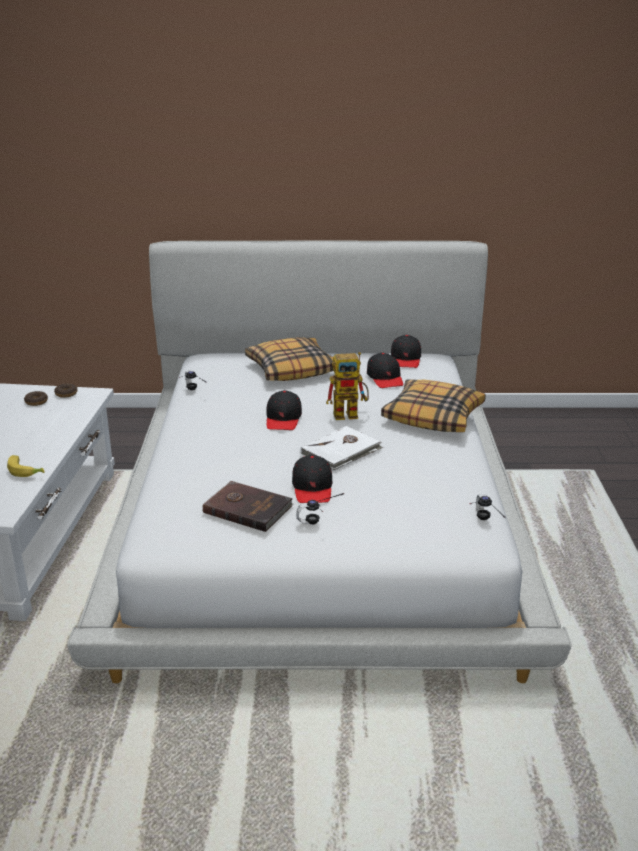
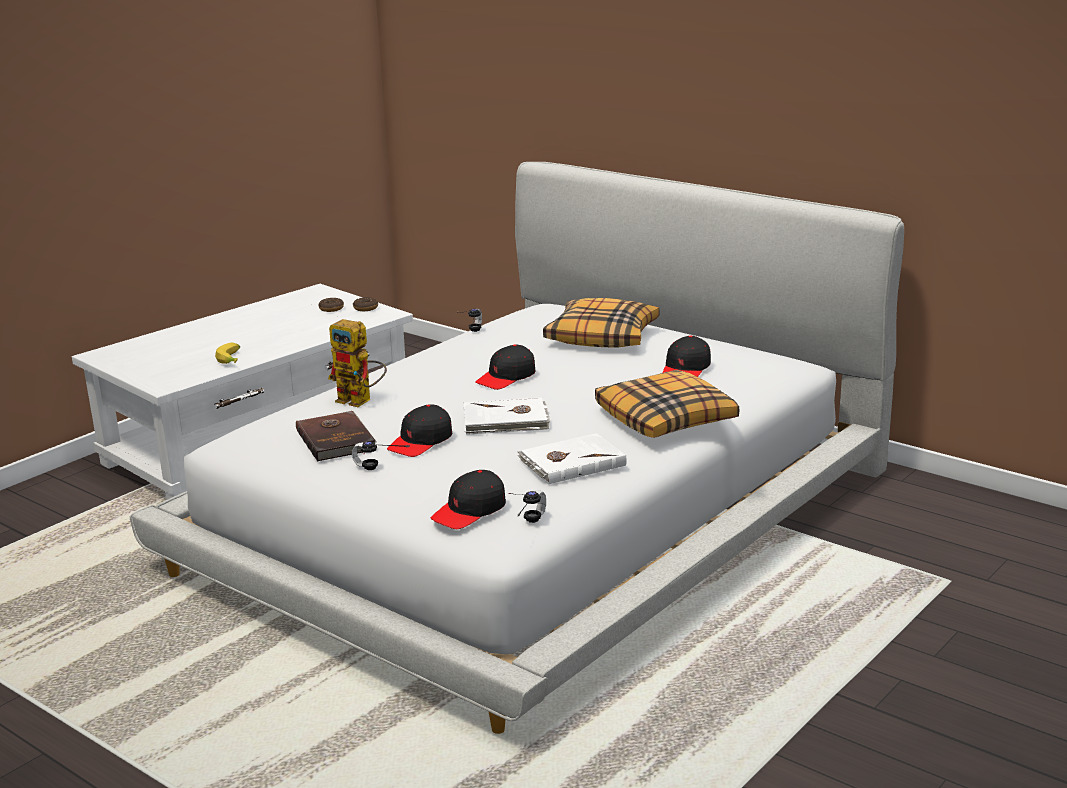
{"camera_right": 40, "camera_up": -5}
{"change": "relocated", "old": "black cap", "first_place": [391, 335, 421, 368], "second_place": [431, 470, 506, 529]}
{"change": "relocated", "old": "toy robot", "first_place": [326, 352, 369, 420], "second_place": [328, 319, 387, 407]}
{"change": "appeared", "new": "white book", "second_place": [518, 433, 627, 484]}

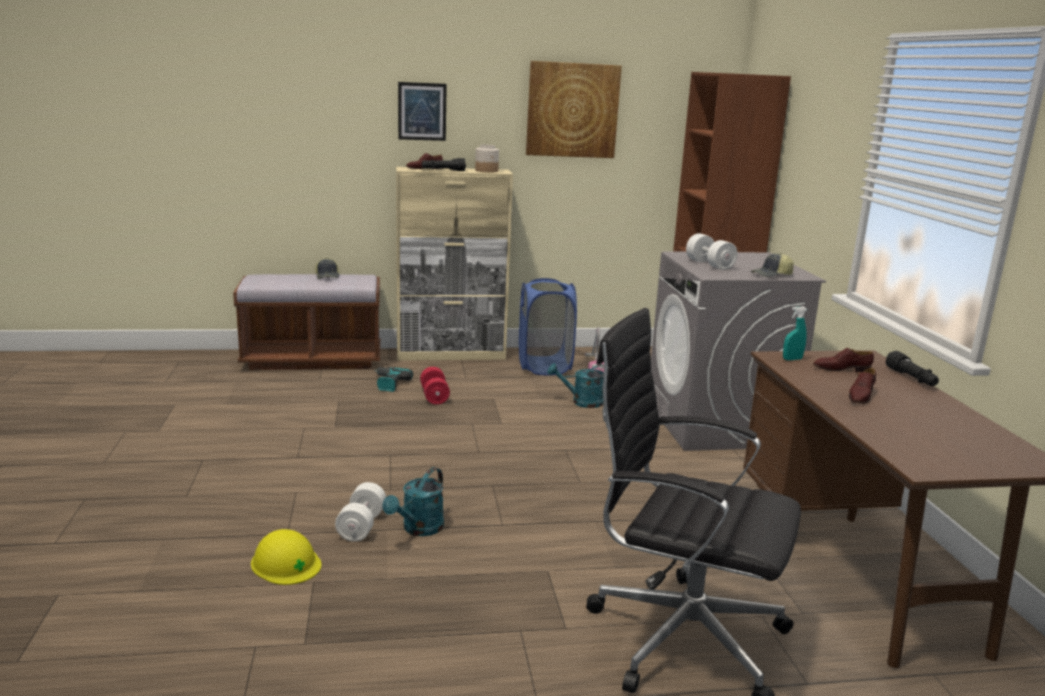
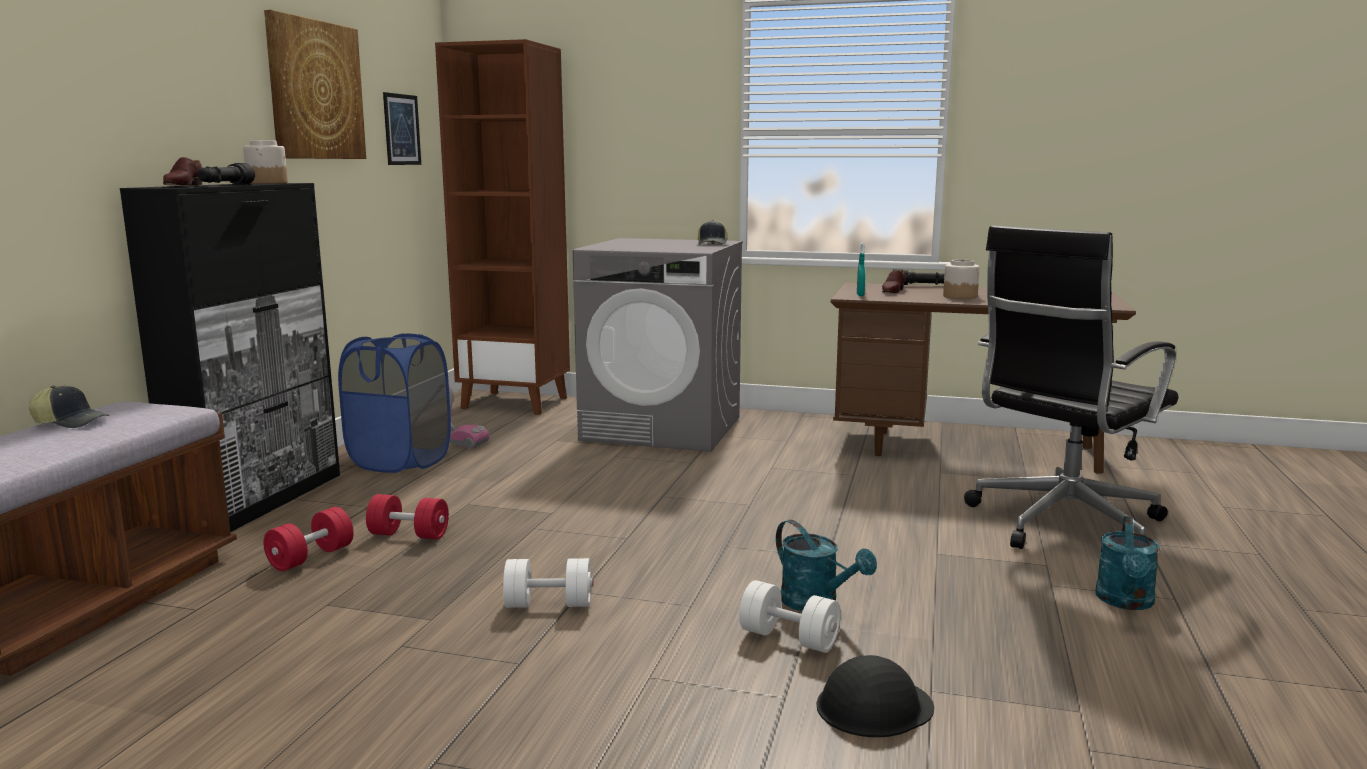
{"camera_right": -65, "camera_up": -5}
{"change": "relocated", "old": "picture", "first_place": [398, 82, 447, 141], "second_place": [383, 92, 421, 165]}
{"change": "colour", "old": "beige cabinet", "new": "black cabinet", "first_place": [396, 167, 513, 361], "second_place": [120, 183, 340, 532]}
{"change": "relocated", "old": "white dumbbell", "first_place": [686, 233, 738, 270], "second_place": [503, 558, 593, 608]}
{"change": "relocated", "old": "turquoise watering can", "first_place": [547, 363, 604, 408], "second_place": [1095, 516, 1160, 610]}
{"change": "exchanged", "old": "power drill", "new": "red dumbbell", "first_place": [374, 367, 413, 392], "second_place": [263, 507, 354, 571]}
{"change": "exchanged", "old": "brown shoe", "new": "jar", "first_place": [849, 368, 876, 404], "second_place": [943, 259, 980, 299]}
{"change": "colour", "old": "yellow hard hat", "new": "black hard hat", "first_place": [251, 529, 321, 585], "second_place": [817, 655, 934, 737]}

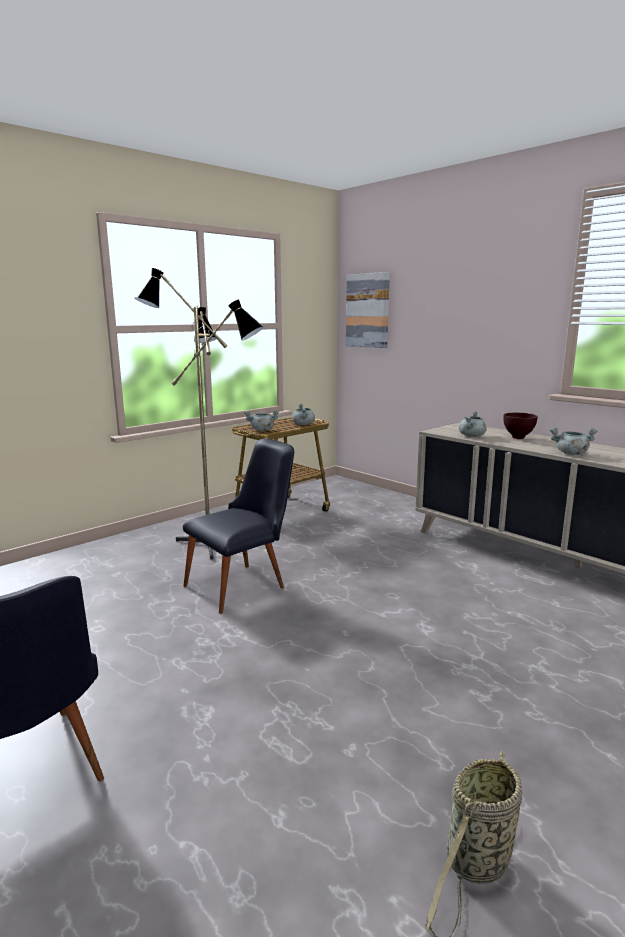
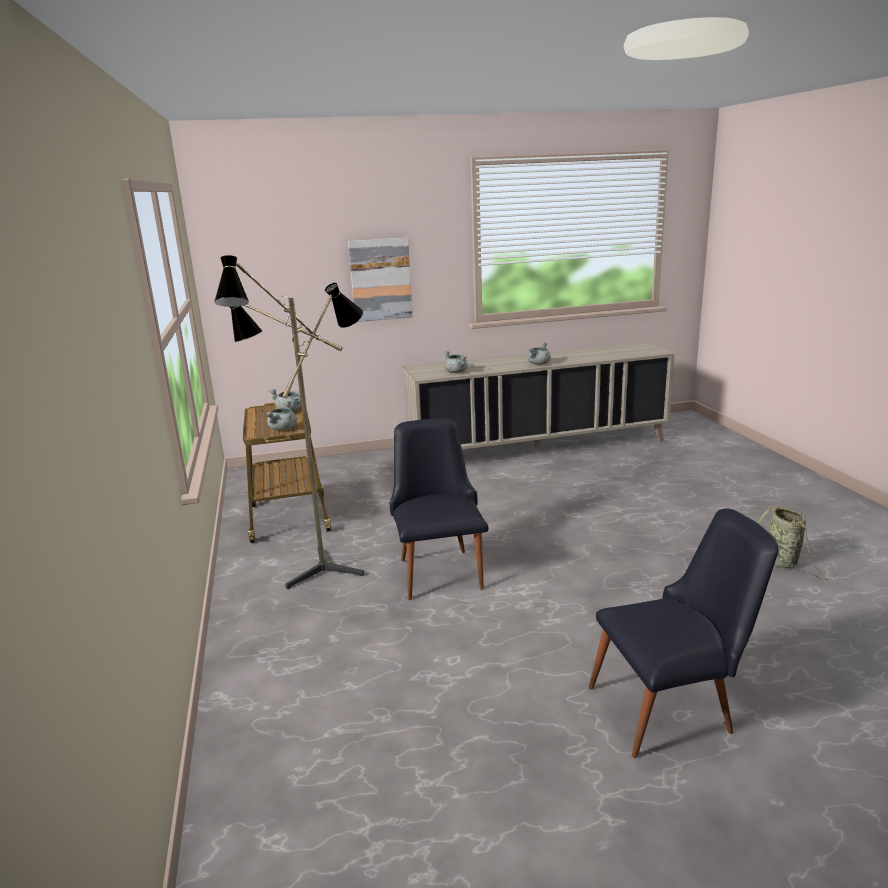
{"camera_right": -60, "camera_up": 5}
{"change": "relocated", "old": "picture", "first_place": [346, 272, 390, 348], "second_place": [348, 237, 413, 322]}
{"change": "missing", "old": "brown bowl", "first_place": [504, 413, 538, 439]}

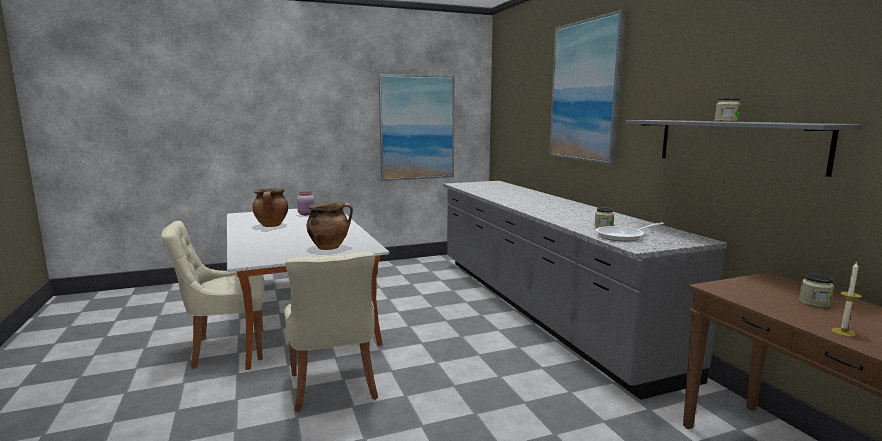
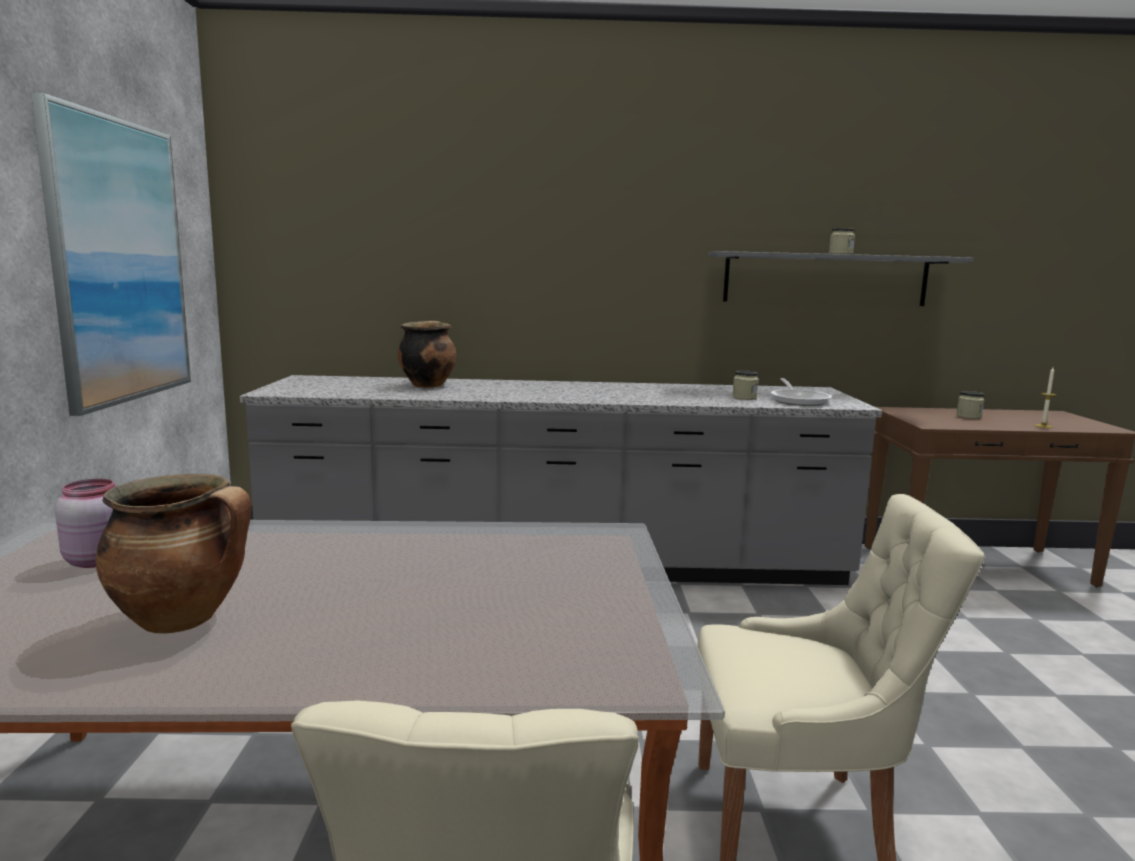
{"camera_right": -70, "camera_up": 0}
{"change": "missing", "old": "picture", "first_place": [549, 10, 626, 165]}
{"change": "relocated", "old": "cooking pot", "first_place": [307, 202, 353, 250], "second_place": [398, 321, 457, 388]}

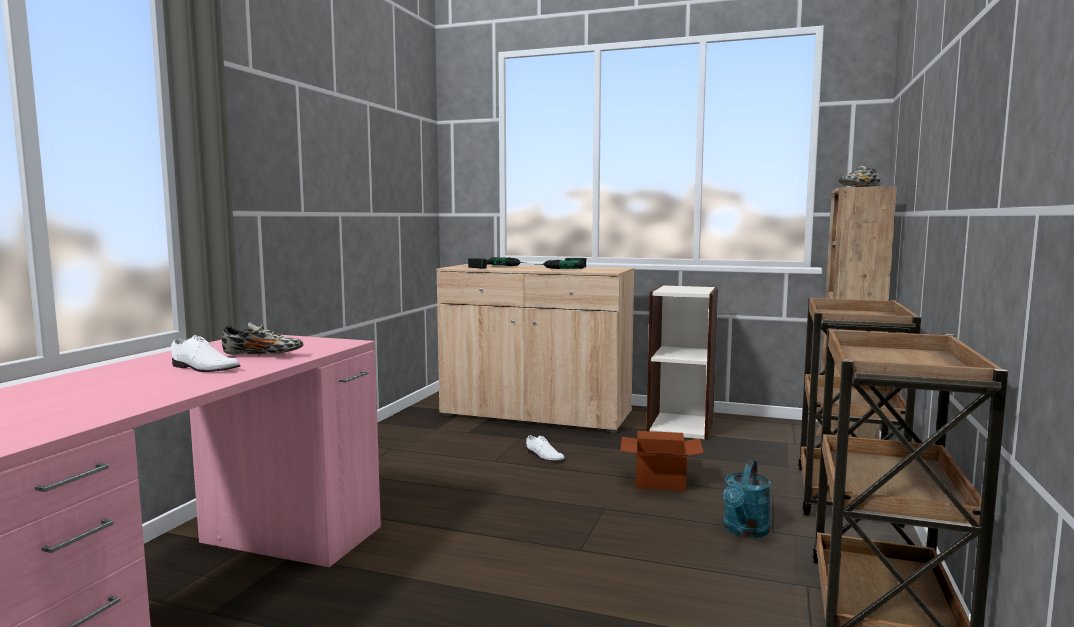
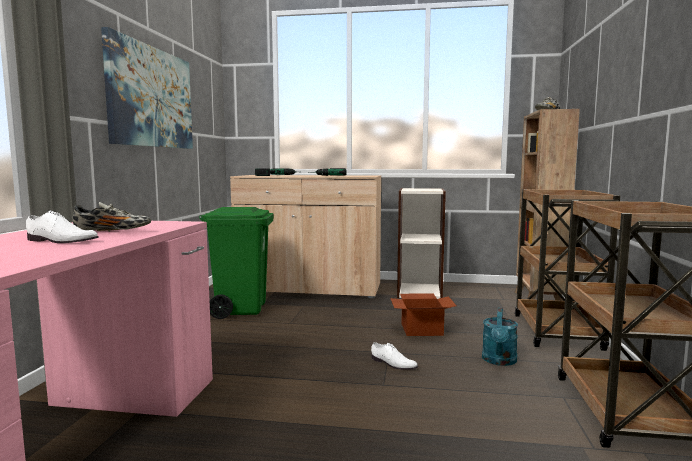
{"camera_right": -10, "camera_up": 0}
{"change": "relocated", "old": "white shoe", "first_place": [526, 435, 565, 462], "second_place": [371, 342, 418, 370]}
{"change": "appeared", "new": "picture", "second_place": [101, 27, 193, 149]}
{"change": "appeared", "new": "green trash can", "second_place": [199, 207, 273, 319]}

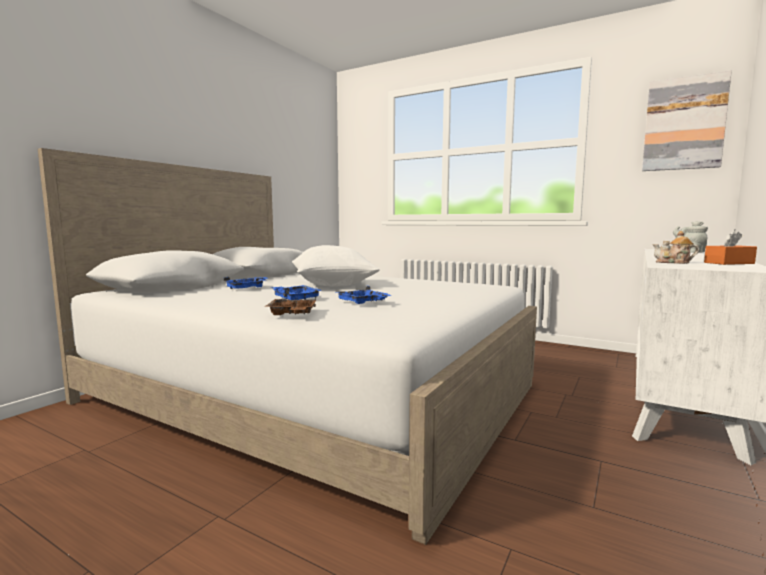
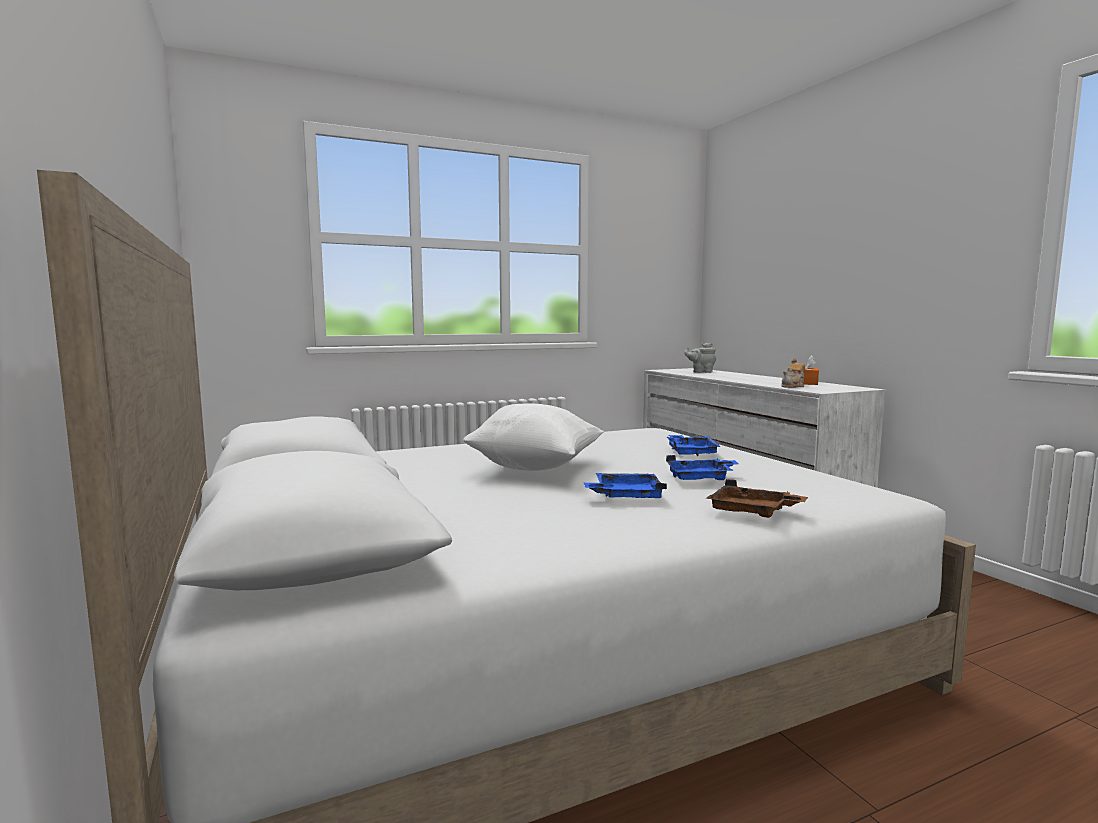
{"camera_right": -55, "camera_up": 0}
{"change": "missing", "old": "picture", "first_place": [642, 71, 732, 171]}
{"change": "relocated", "old": "blue tray", "first_place": [224, 277, 267, 289], "second_place": [667, 435, 721, 456]}

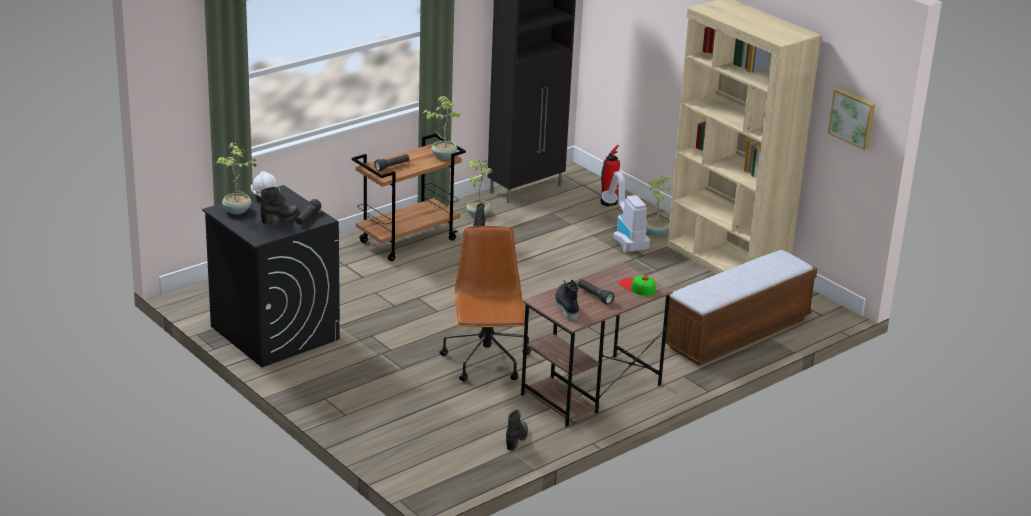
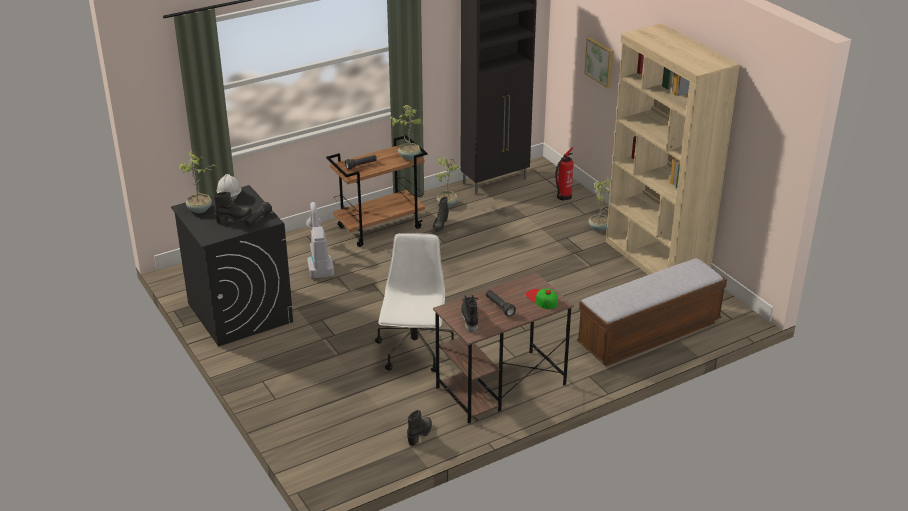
{"camera_right": 10, "camera_up": 5}
{"change": "relocated", "old": "picture", "first_place": [828, 88, 875, 150], "second_place": [584, 37, 614, 88]}
{"change": "relocated", "old": "vacuum cleaner", "first_place": [601, 171, 650, 252], "second_place": [306, 202, 334, 278]}
{"change": "colour", "old": "brown office chair", "new": "white office chair", "first_place": [439, 226, 531, 381], "second_place": [375, 233, 454, 372]}

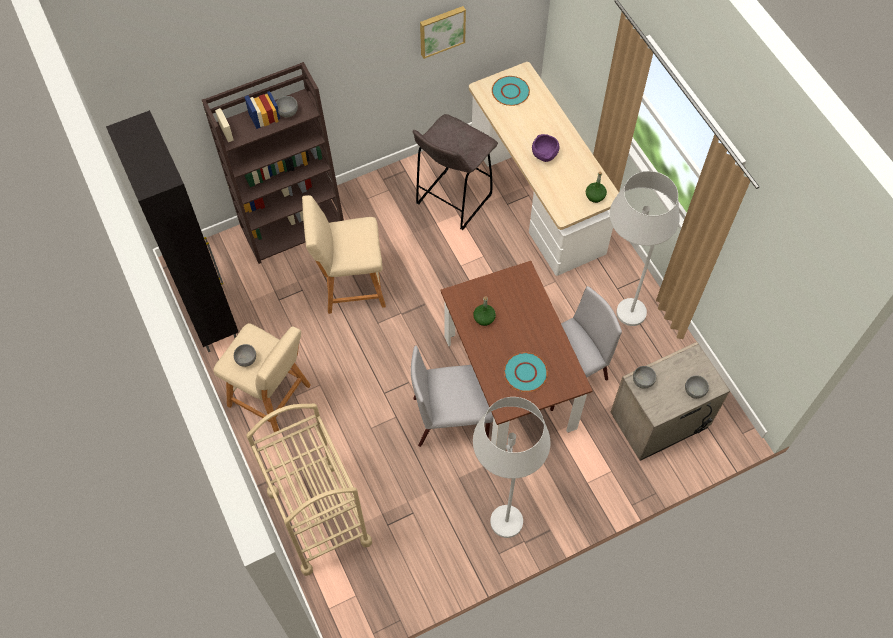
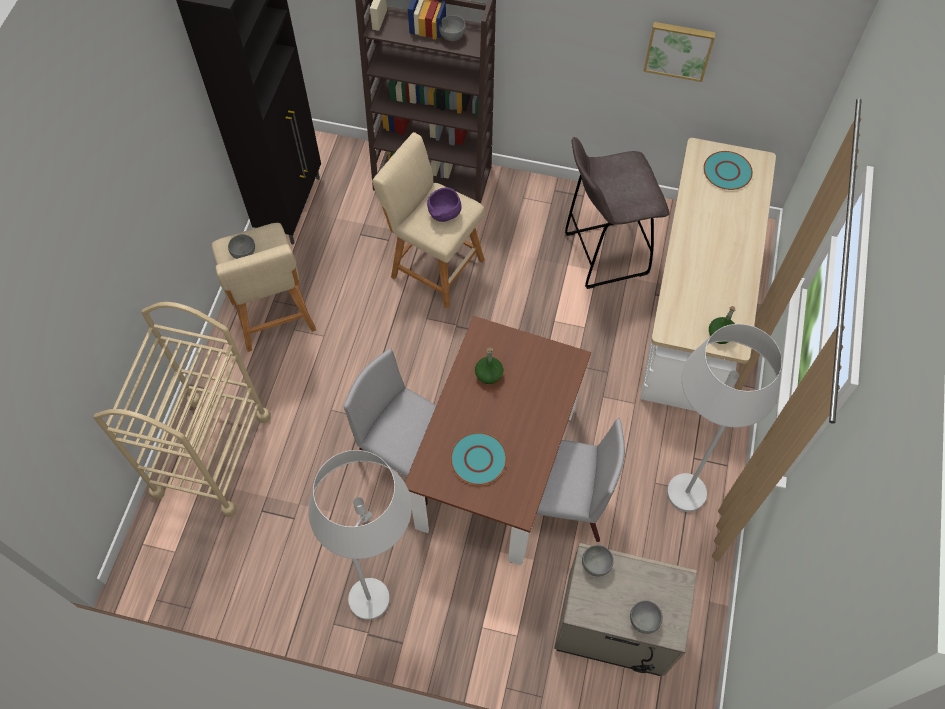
{"camera_right": 40, "camera_up": 0}
{"change": "relocated", "old": "purple bowl", "first_place": [532, 134, 560, 162], "second_place": [427, 187, 462, 222]}

